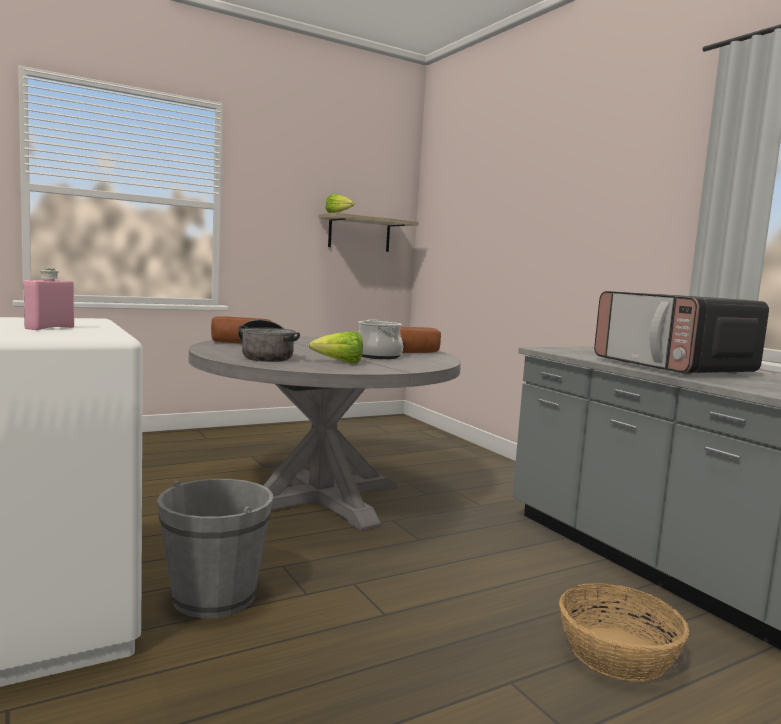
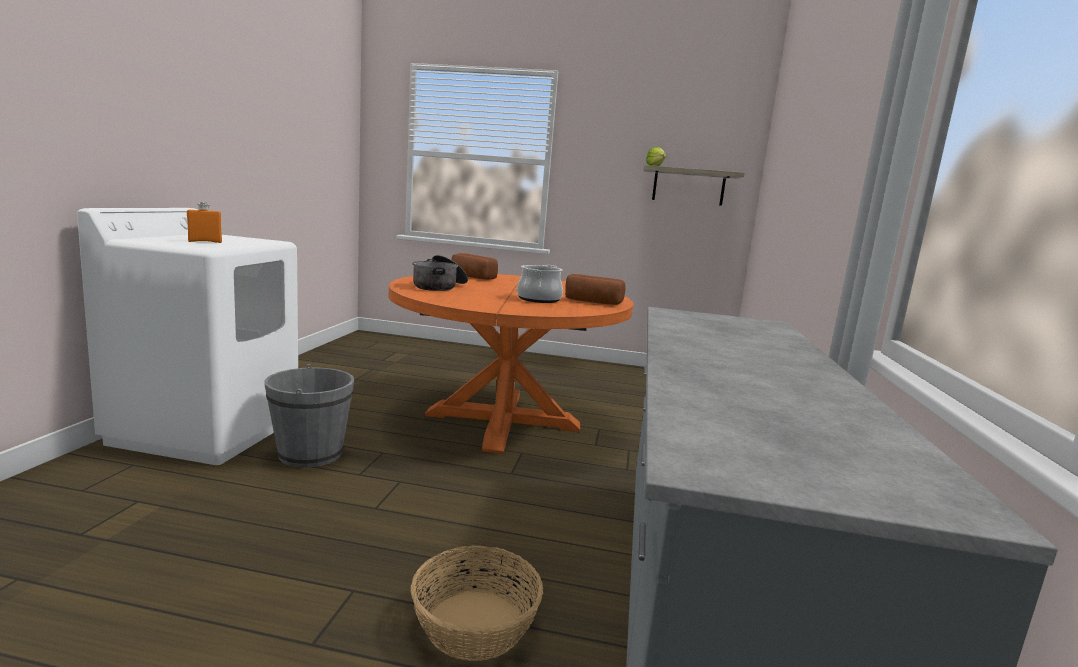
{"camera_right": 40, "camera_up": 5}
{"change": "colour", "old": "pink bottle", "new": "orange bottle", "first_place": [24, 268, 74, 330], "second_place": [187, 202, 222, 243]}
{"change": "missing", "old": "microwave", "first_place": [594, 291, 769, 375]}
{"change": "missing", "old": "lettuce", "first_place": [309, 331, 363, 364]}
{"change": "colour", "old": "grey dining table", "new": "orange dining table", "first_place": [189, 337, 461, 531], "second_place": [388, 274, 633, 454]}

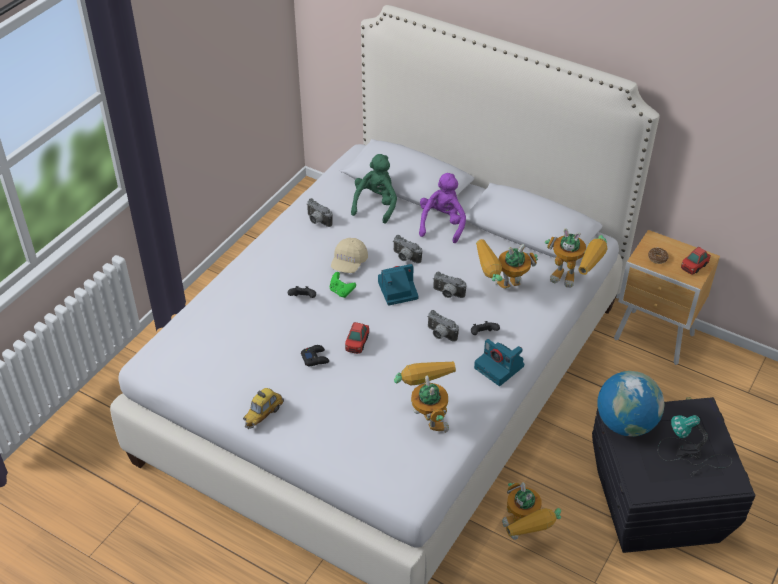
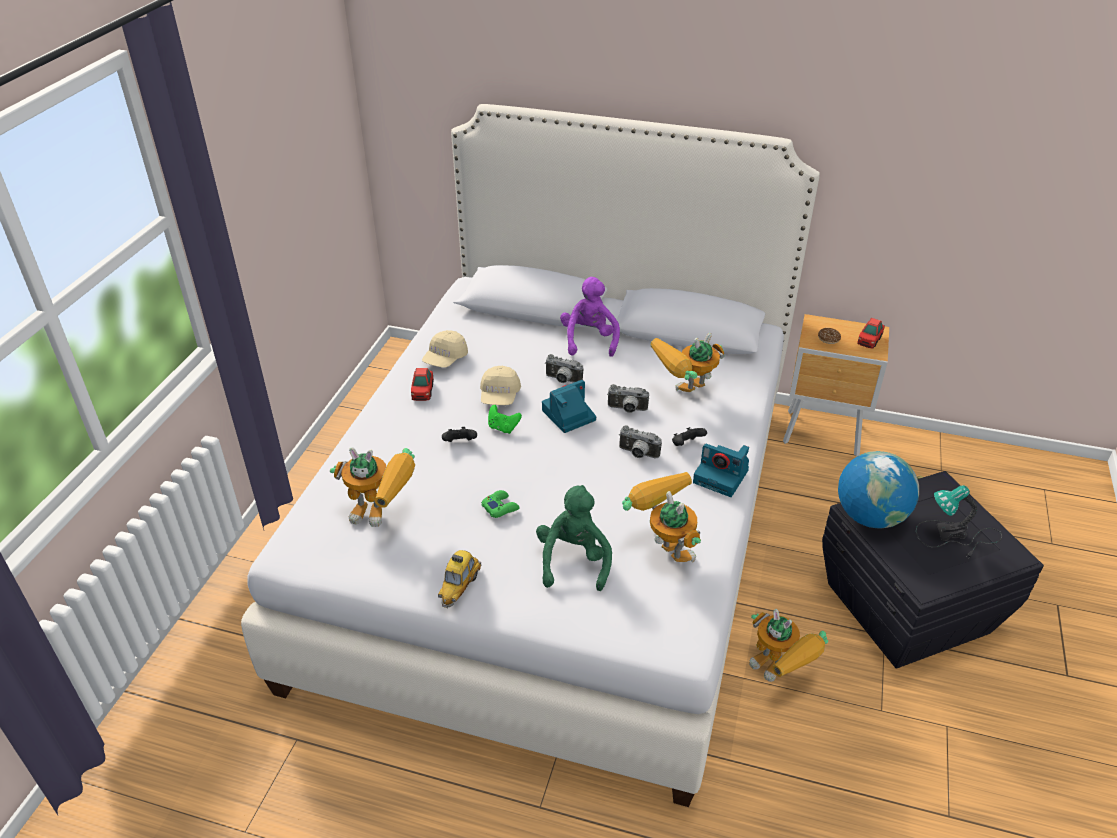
{"camera_right": -15, "camera_up": -5}
{"change": "relocated", "old": "green plush toy", "first_place": [351, 154, 397, 223], "second_place": [536, 485, 612, 591]}
{"change": "exchanged", "old": "photo camera", "new": "beige cap", "first_place": [306, 198, 333, 227], "second_place": [422, 330, 468, 367]}
{"change": "relocated", "old": "toy robot", "first_place": [545, 228, 608, 288], "second_place": [330, 447, 415, 527]}
{"change": "relocated", "old": "toy car", "first_place": [345, 322, 369, 354], "second_place": [411, 368, 434, 401]}
{"change": "colour", "old": "black game controller", "new": "green game controller", "first_place": [301, 345, 329, 366], "second_place": [481, 490, 519, 518]}

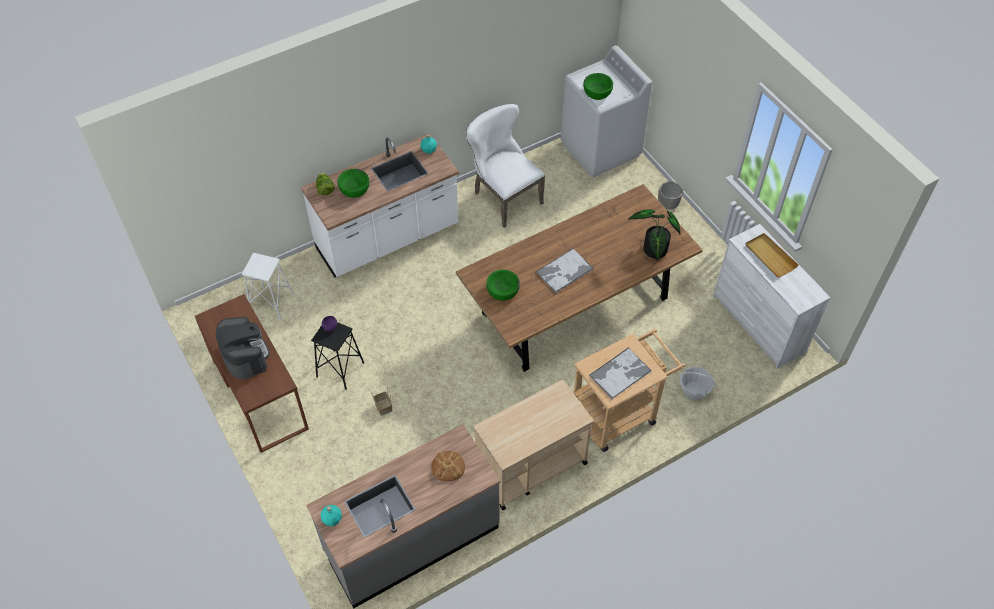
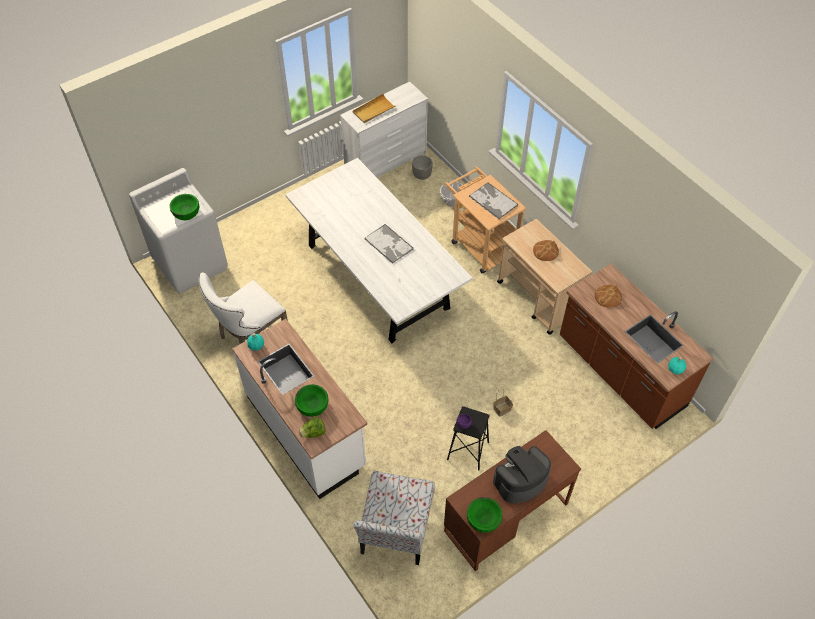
{"camera_right": -95, "camera_up": 0}
{"change": "relocated", "old": "planter", "first_place": [658, 182, 683, 210], "second_place": [412, 155, 433, 180]}
{"change": "colour", "old": "brown dining table", "new": "white dining table", "first_place": [456, 184, 703, 372], "second_place": [285, 158, 473, 343]}
{"change": "missing", "old": "potted plant", "first_place": [629, 210, 681, 261]}
{"change": "exchanged", "old": "white stool", "new": "chair", "first_place": [241, 253, 294, 320], "second_place": [354, 471, 435, 565]}
{"change": "relocated", "old": "green bowl", "first_place": [486, 269, 520, 301], "second_place": [467, 497, 502, 533]}
{"change": "colour", "old": "grey counter", "new": "brown counter", "first_place": [306, 424, 500, 608], "second_place": [560, 264, 714, 429]}
{"change": "appeared", "new": "bread", "second_place": [533, 240, 559, 261]}

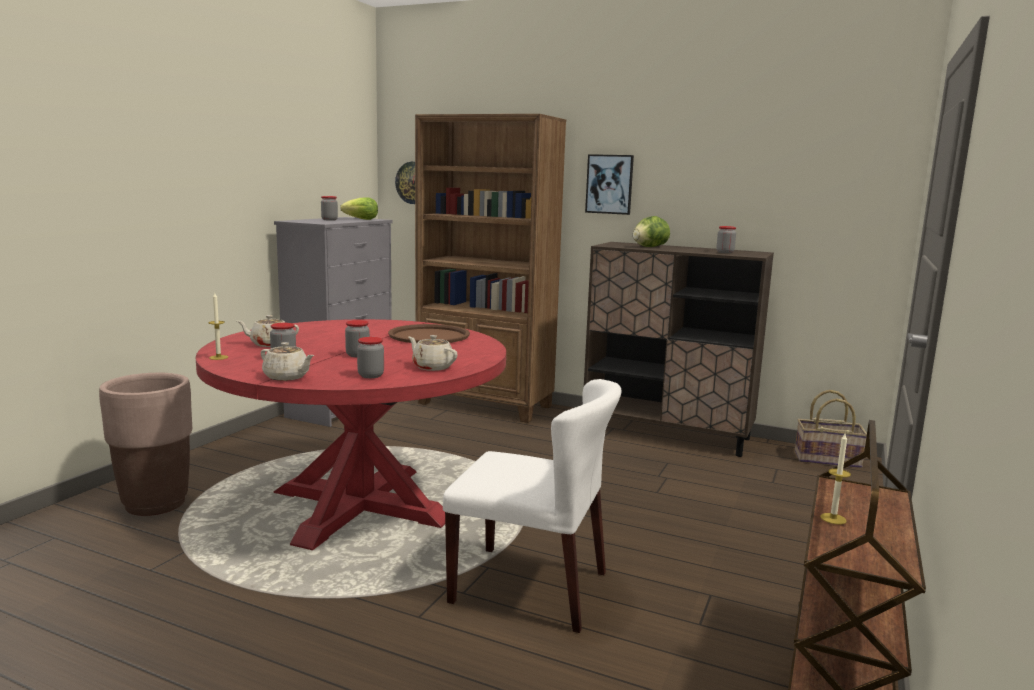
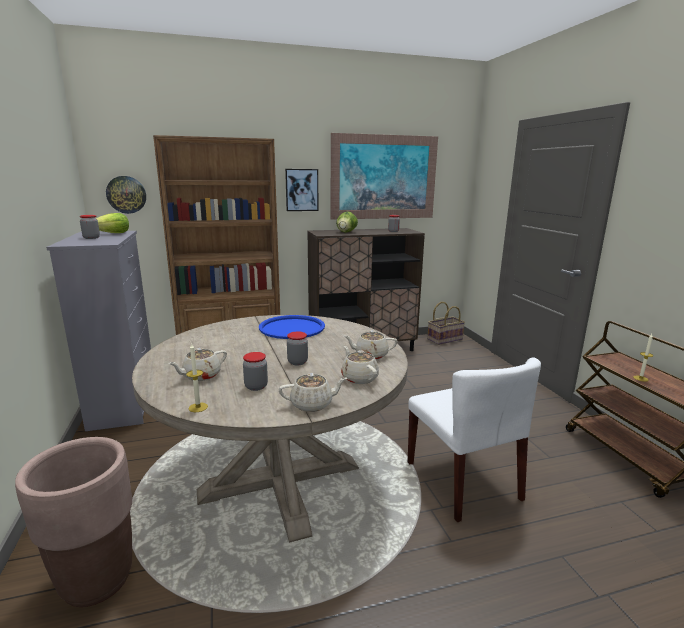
{"camera_right": -40, "camera_up": 5}
{"change": "colour", "old": "red dining table", "new": "beige dining table", "first_place": [196, 319, 506, 550], "second_place": [132, 315, 408, 543]}
{"change": "colour", "old": "brown tray", "new": "blue tray", "first_place": [388, 324, 470, 343], "second_place": [259, 315, 325, 339]}
{"change": "exchanged", "old": "jar", "new": "beige teapot", "first_place": [357, 337, 384, 378], "second_place": [341, 346, 379, 384]}
{"change": "spun", "old": "white chair", "first_place": [443, 379, 621, 633], "second_place": [408, 357, 541, 522], "degrees": 90}
{"change": "appeared", "new": "picture", "second_place": [331, 133, 438, 219]}

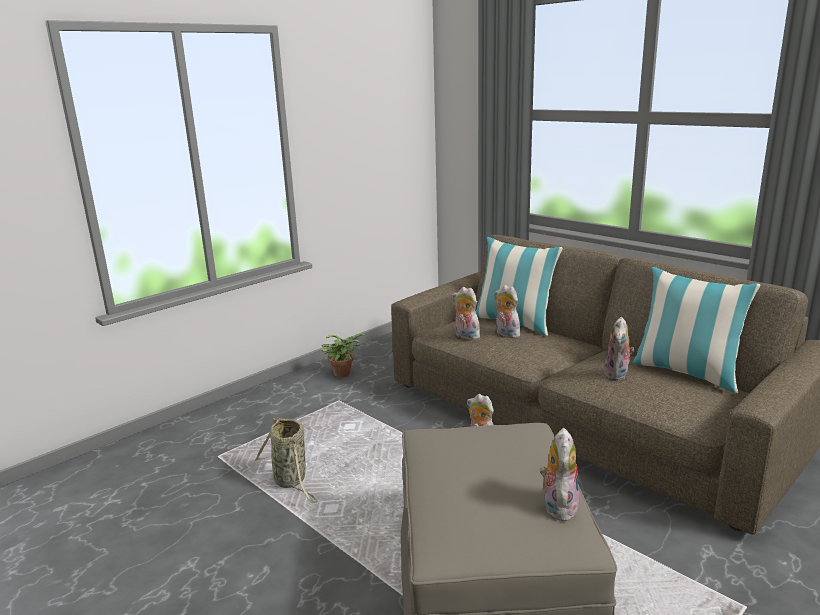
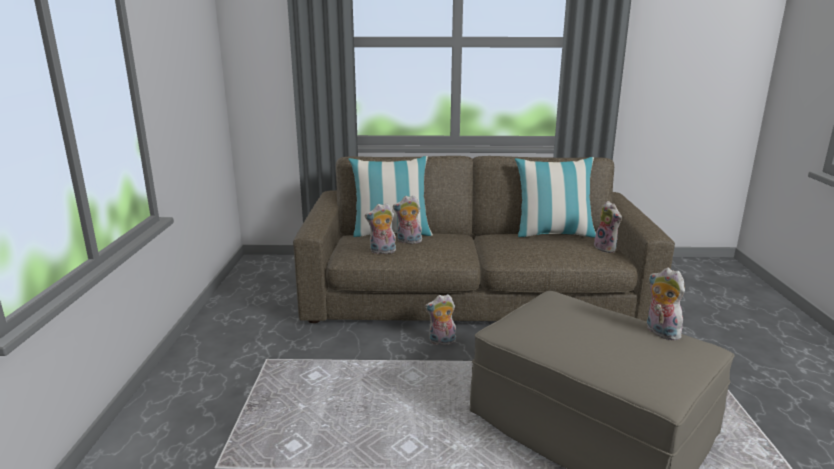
{"camera_right": -45, "camera_up": 0}
{"change": "relocated", "old": "plush toy", "first_place": [604, 317, 635, 381], "second_place": [594, 201, 622, 253]}
{"change": "missing", "old": "potted plant", "first_place": [321, 333, 365, 377]}
{"change": "missing", "old": "basket", "first_place": [254, 417, 317, 503]}

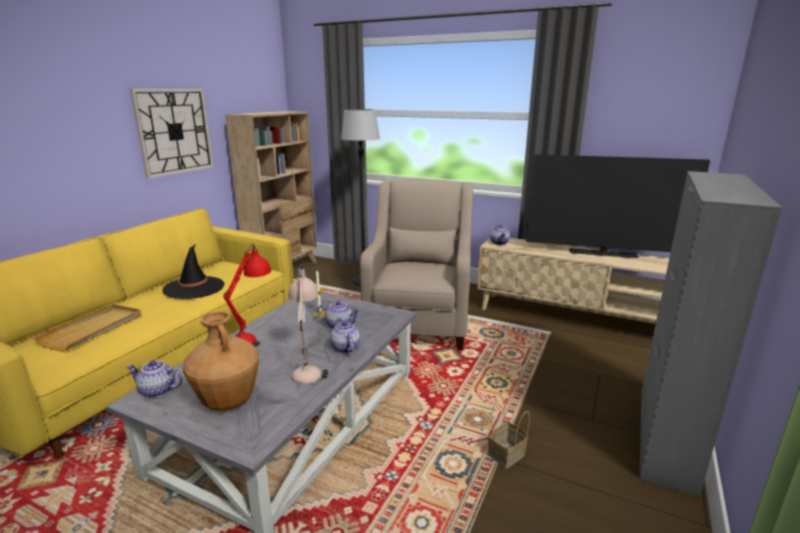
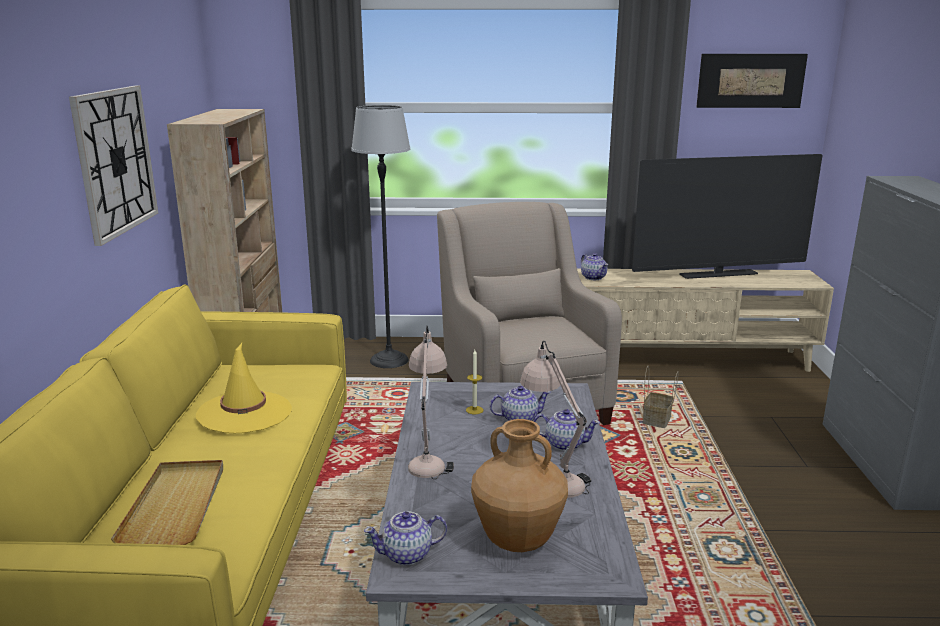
{"camera_right": -25, "camera_up": 0}
{"change": "colour", "old": "red table lamp", "new": "beige table lamp", "first_place": [223, 243, 271, 347], "second_place": [408, 325, 454, 480]}
{"change": "colour", "old": "black hat", "new": "yellow hat", "first_place": [162, 244, 225, 299], "second_place": [196, 343, 292, 433]}
{"change": "spun", "old": "teapot", "first_place": [330, 318, 360, 353], "second_place": [533, 409, 600, 451], "degrees": 150}
{"change": "relocated", "old": "basket", "first_place": [488, 396, 530, 469], "second_place": [643, 366, 679, 428]}
{"change": "appeared", "new": "picture", "second_place": [696, 54, 808, 108]}

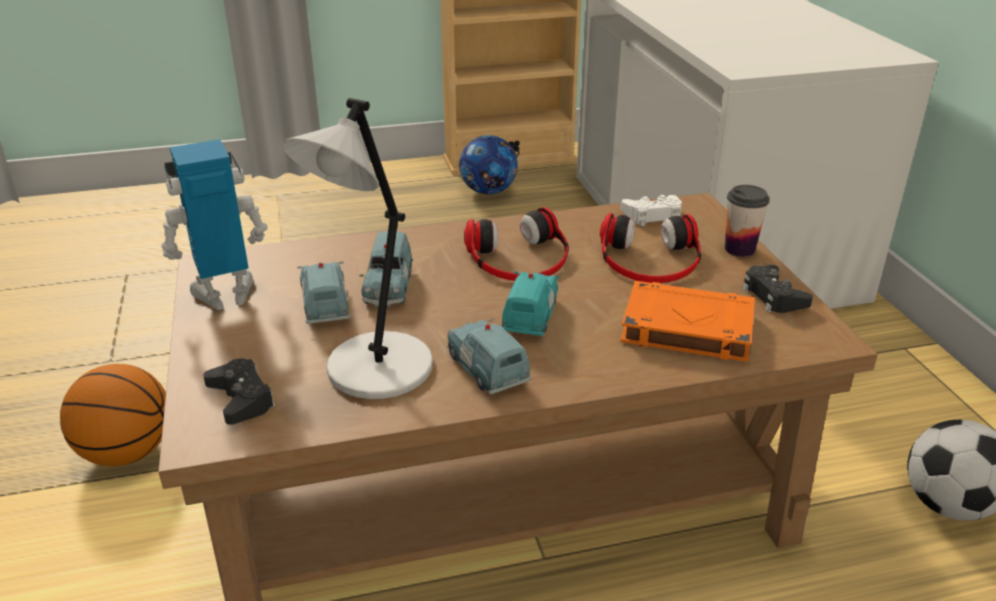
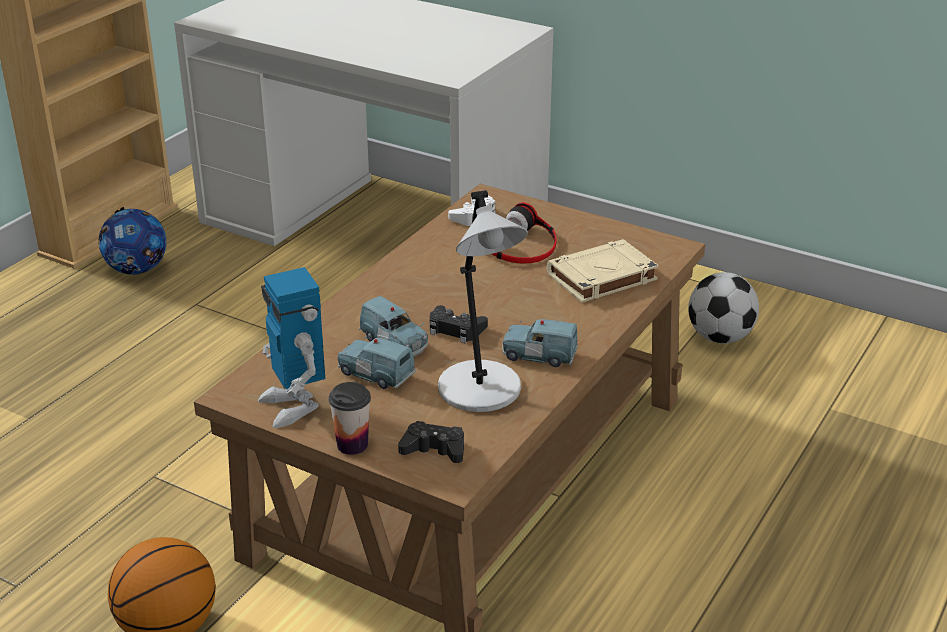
{"camera_right": -45, "camera_up": 0}
{"change": "spun", "old": "toy robot", "first_place": [162, 139, 268, 310], "second_place": [258, 267, 325, 428], "degrees": -45}
{"change": "relocated", "old": "cup", "first_place": [725, 185, 770, 257], "second_place": [329, 382, 371, 455]}
{"change": "missing", "old": "headphones", "first_place": [464, 207, 569, 281]}
{"change": "relocated", "old": "black game controller", "first_place": [742, 265, 813, 313], "second_place": [430, 305, 488, 343]}
{"change": "missing", "old": "turquoise toy car", "first_place": [502, 271, 560, 336]}
{"change": "colour", "old": "orange book", "new": "beige book", "first_place": [620, 281, 755, 362], "second_place": [547, 239, 659, 303]}

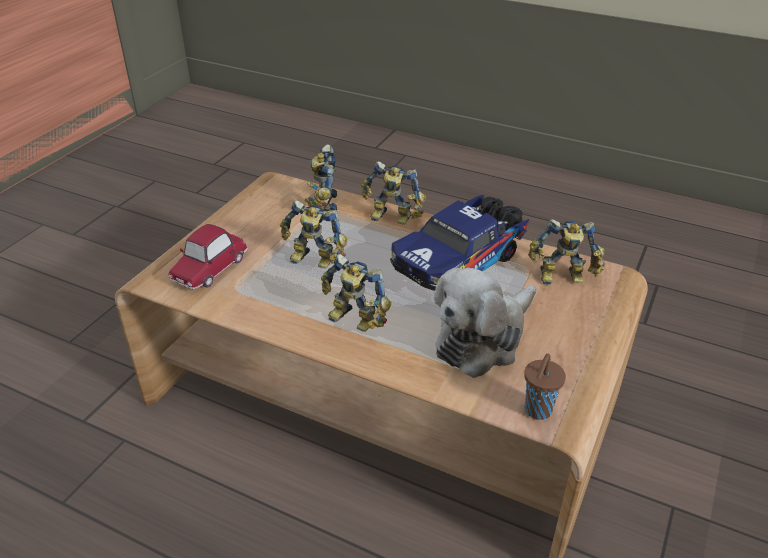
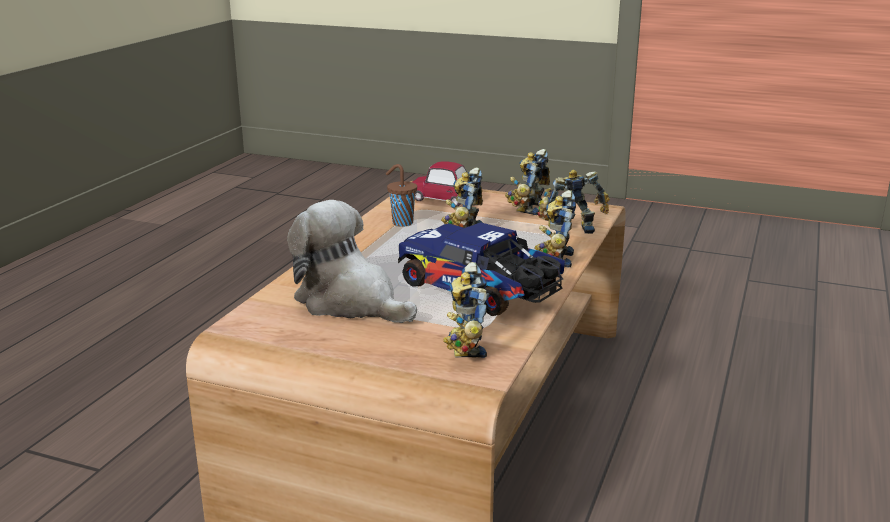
{"camera_right": 85, "camera_up": -15}
{"change": "relocated", "old": "toy robot", "first_place": [321, 254, 391, 332], "second_place": [505, 149, 550, 215]}
{"change": "relocated", "old": "brown cup", "first_place": [524, 354, 566, 420], "second_place": [386, 164, 417, 227]}

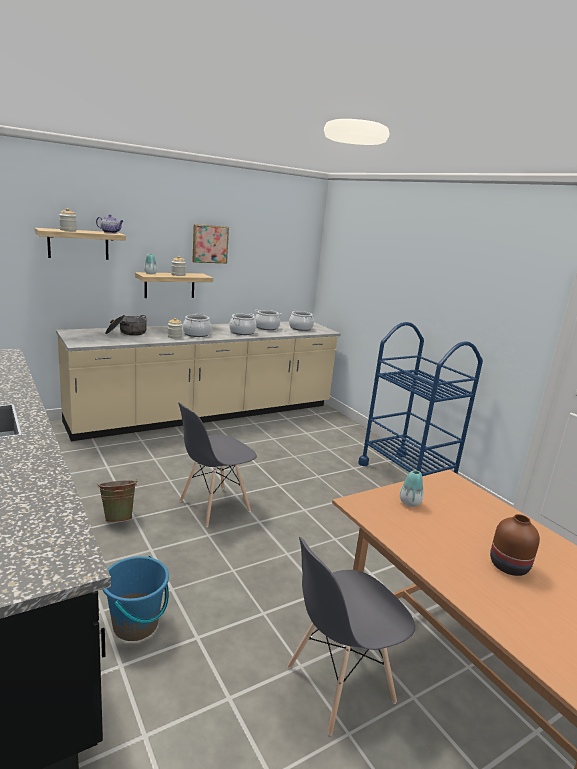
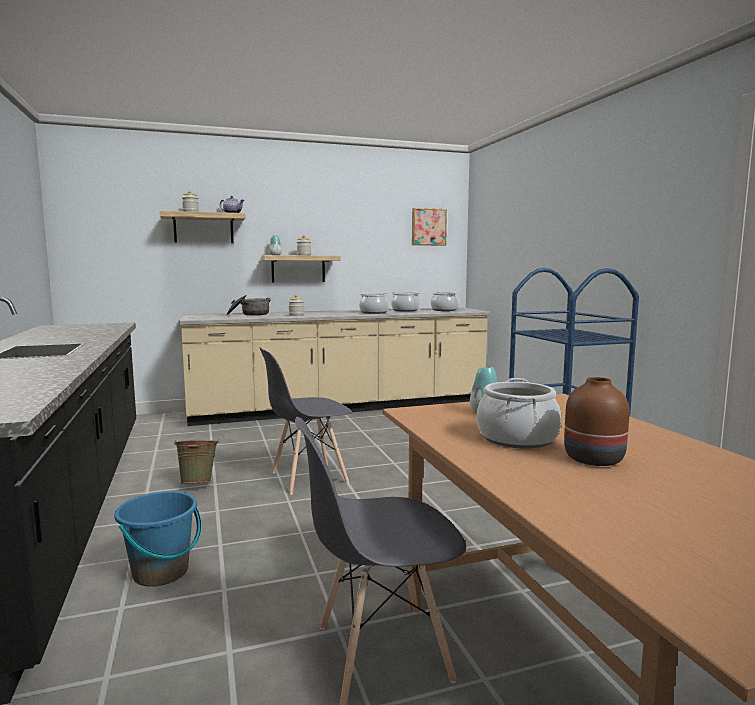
{"camera_right": 15, "camera_up": -10}
{"change": "relocated", "old": "picture", "first_place": [192, 224, 229, 263], "second_place": [412, 208, 447, 246]}
{"change": "relocated", "old": "cooking pot", "first_place": [183, 313, 211, 337], "second_place": [477, 378, 562, 449]}

